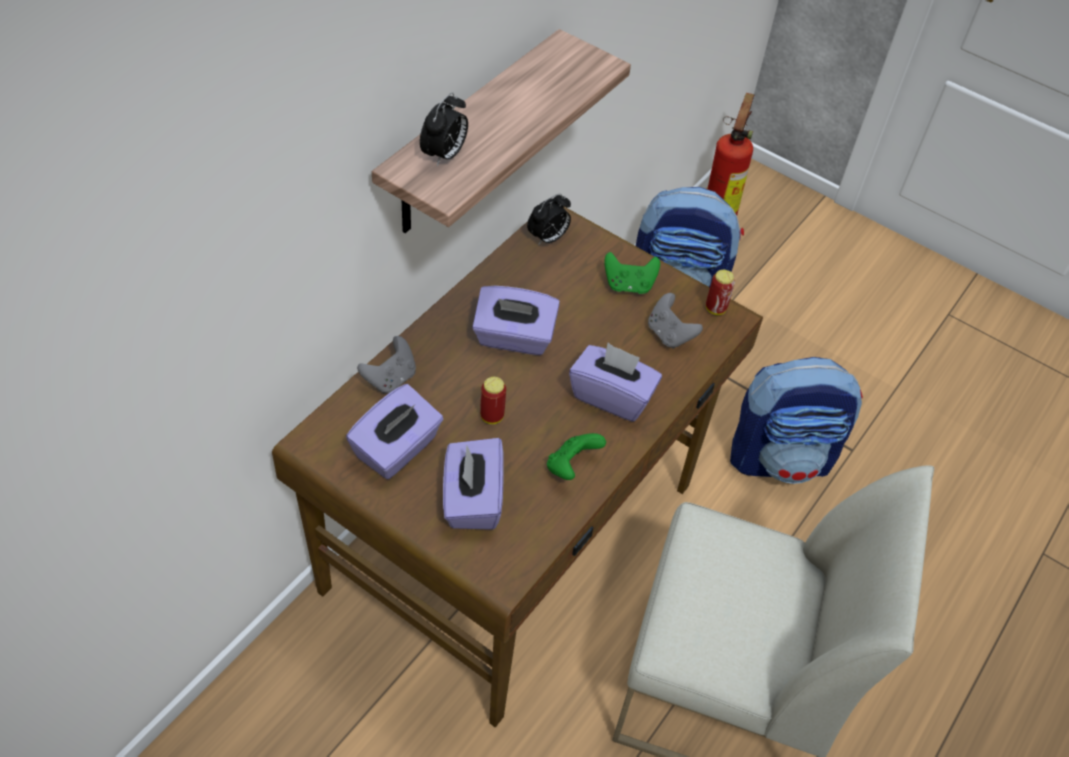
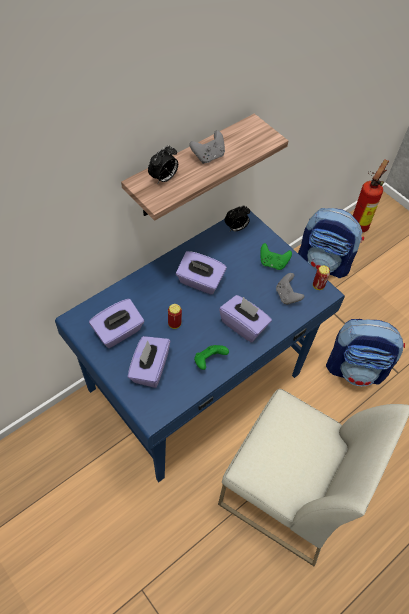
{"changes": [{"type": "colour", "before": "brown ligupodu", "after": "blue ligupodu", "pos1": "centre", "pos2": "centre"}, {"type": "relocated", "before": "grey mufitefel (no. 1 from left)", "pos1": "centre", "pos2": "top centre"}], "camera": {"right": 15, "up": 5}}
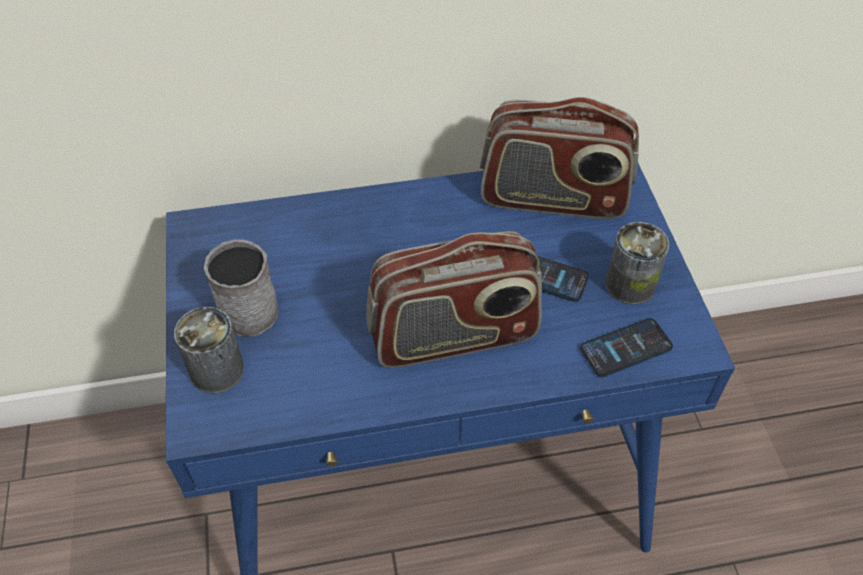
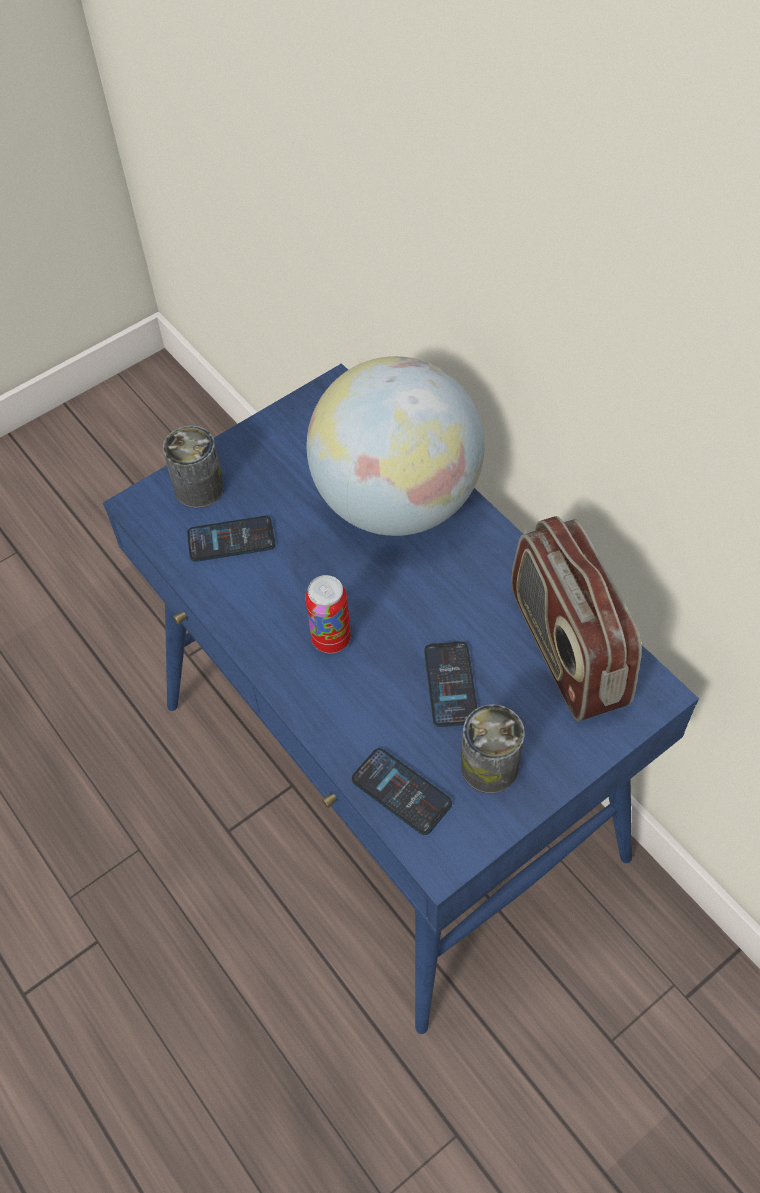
{"changes": [{"type": "appeared", "after": "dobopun (no. 1 from left)", "pos2": "middle left"}, {"type": "exchanged", "before": "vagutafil (no. 1 from left)", "after": "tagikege (no. 2 from left)", "pos1": "centre", "pos2": "centre"}, {"type": "appeared", "after": "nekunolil", "pos2": "centre"}, {"type": "missing", "before": "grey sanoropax", "pos1": "middle left"}], "camera": {"right": 65, "up": 5}}
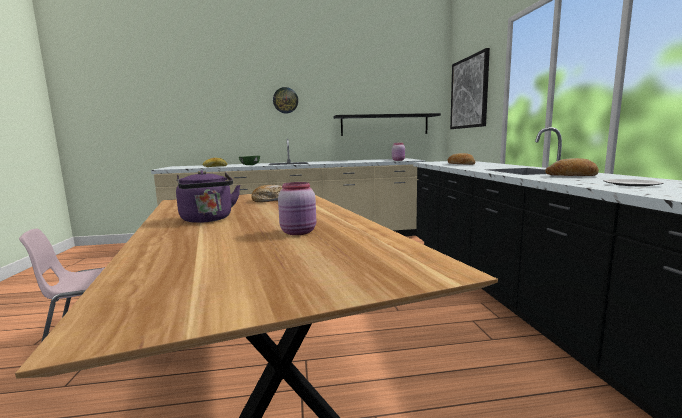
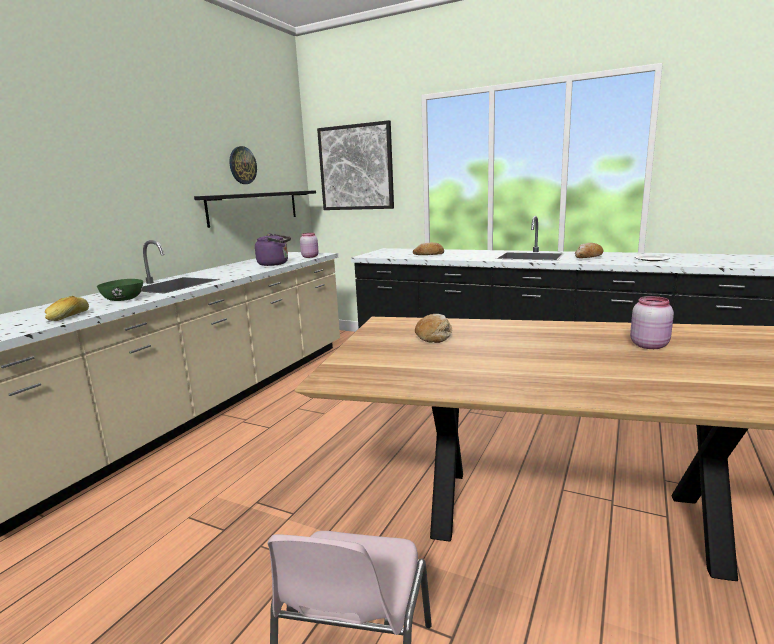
{"changes": [{"type": "relocated", "before": "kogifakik", "pos1": "top centre", "pos2": "top left"}, {"type": "relocated", "before": "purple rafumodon", "pos1": "middle left", "pos2": "centre"}], "camera": {"right": -55, "up": 5}}
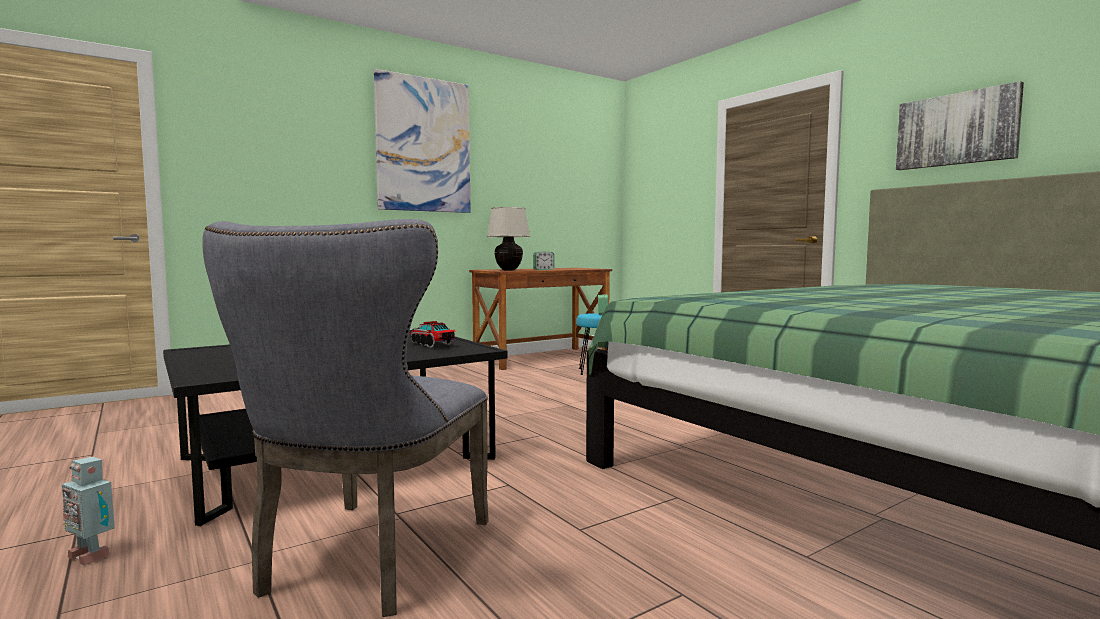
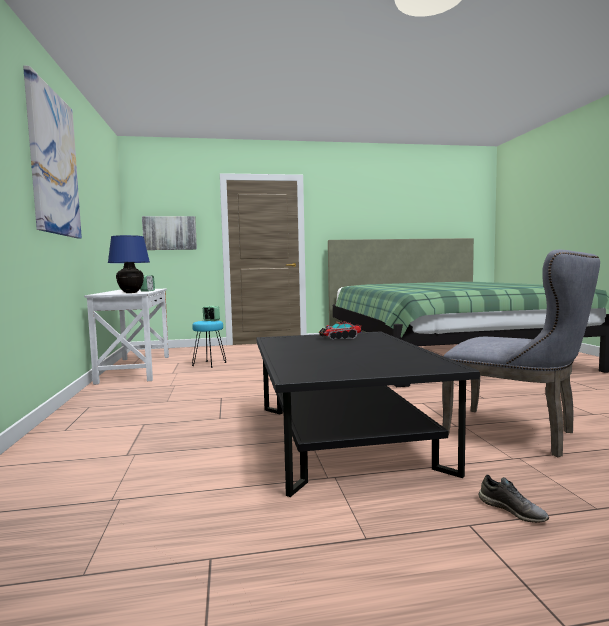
{"changes": [{"type": "colour", "before": "brown ligupodu", "after": "white ligupodu", "pos1": "centre", "pos2": "middle left"}, {"type": "colour", "before": "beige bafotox", "after": "blue bafotox", "pos1": "centre", "pos2": "middle left"}, {"type": "relocated", "before": "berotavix (no. 2 from left)", "pos1": "top right", "pos2": "middle left"}, {"type": "exchanged", "before": "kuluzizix", "after": "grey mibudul", "pos1": "bottom left", "pos2": "bottom right"}], "camera": {"right": -65, "up": 0}}
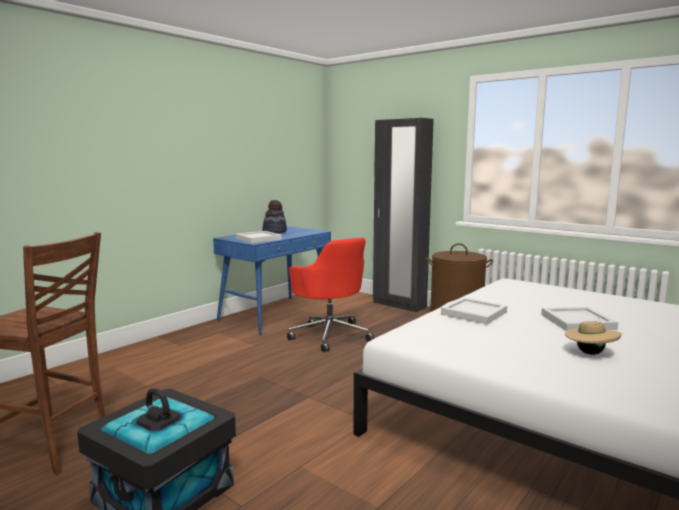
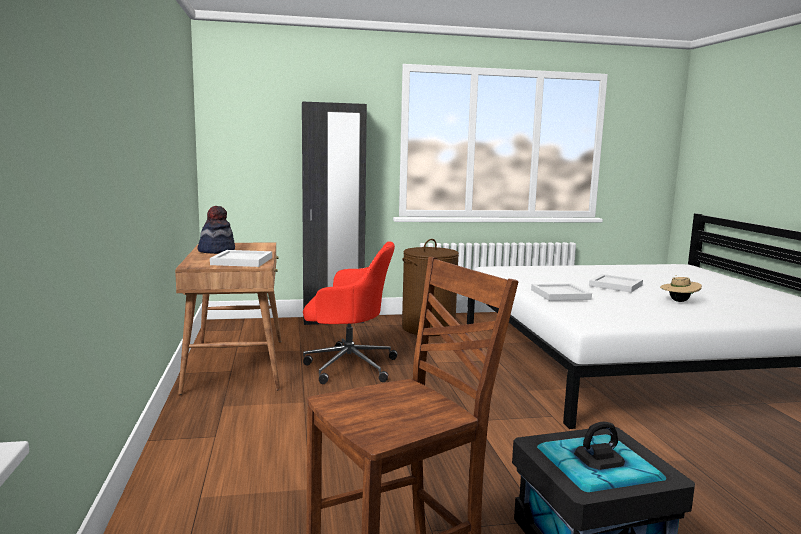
{"changes": [{"type": "colour", "before": "blue ligupodu", "after": "brown ligupodu", "pos1": "centre", "pos2": "middle left"}], "camera": {"right": -50, "up": 0}}
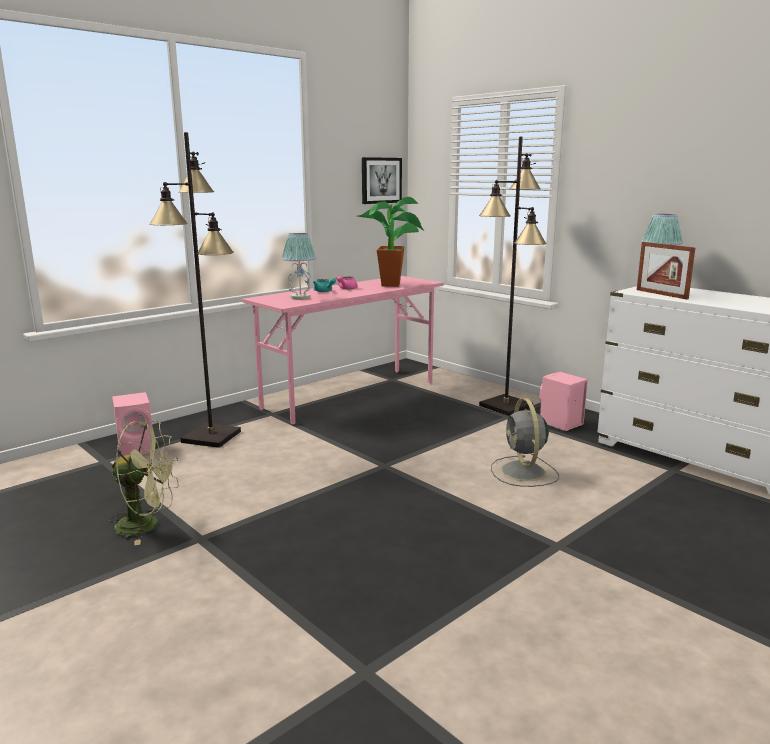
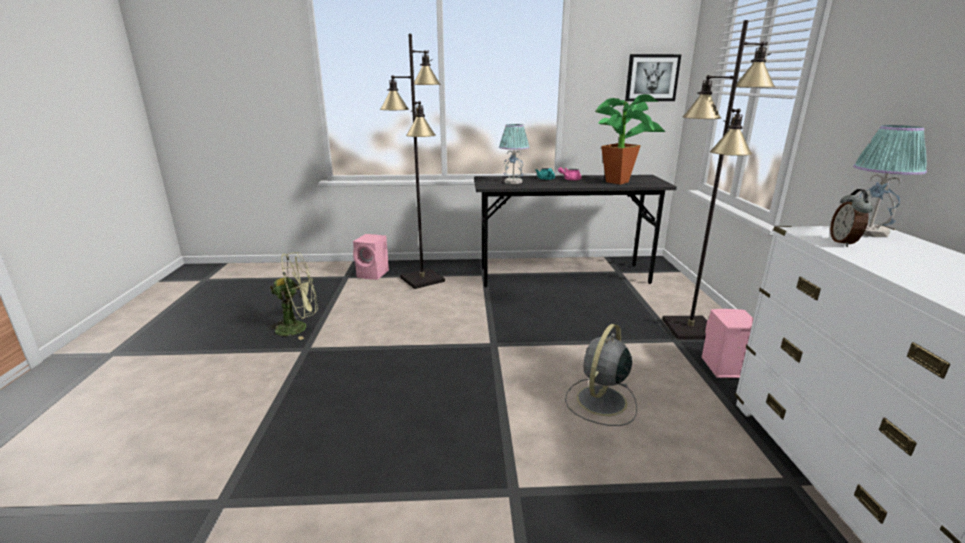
{"changes": [{"type": "spun", "before": "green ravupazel", "pos1": "middle left", "pos2": "middle left", "turn": -60}, {"type": "colour", "before": "pink ligupodu", "after": "grey ligupodu", "pos1": "centre", "pos2": "centre"}, {"type": "exchanged", "before": "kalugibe", "after": "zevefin", "pos1": "middle right", "pos2": "middle right"}], "camera": {"right": 40, "up": 5}}
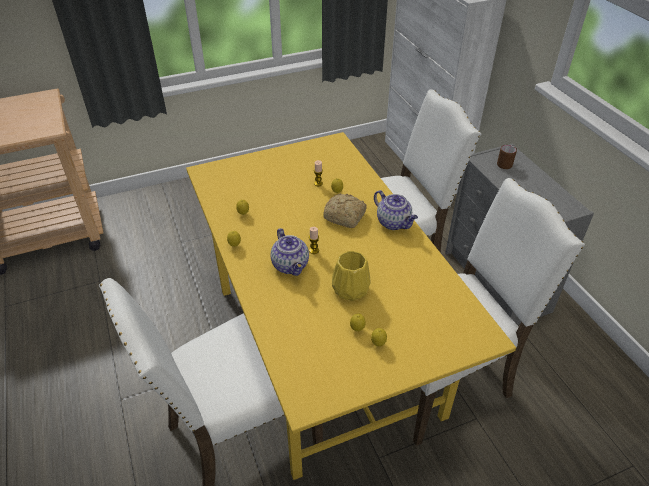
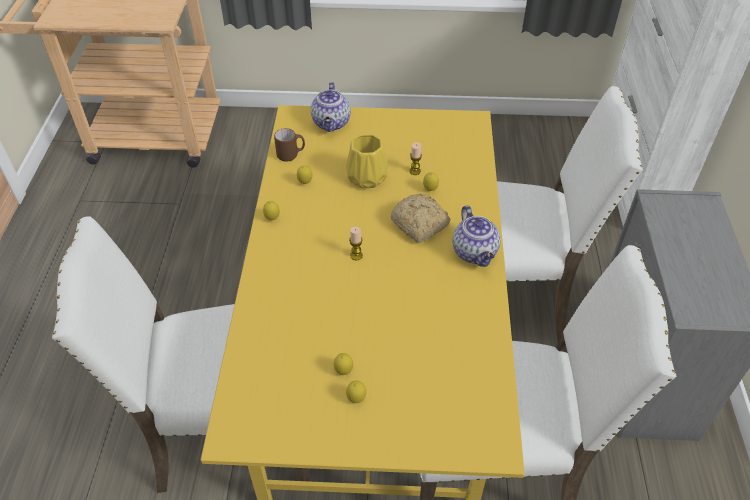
{"changes": [{"type": "relocated", "before": "brown sanoropax", "pos1": "top right", "pos2": "top centre"}, {"type": "relocated", "before": "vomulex (no. 1 from left)", "pos1": "centre", "pos2": "top centre"}, {"type": "relocated", "before": "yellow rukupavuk", "pos1": "centre", "pos2": "top centre"}], "camera": {"right": 25, "up": 5}}
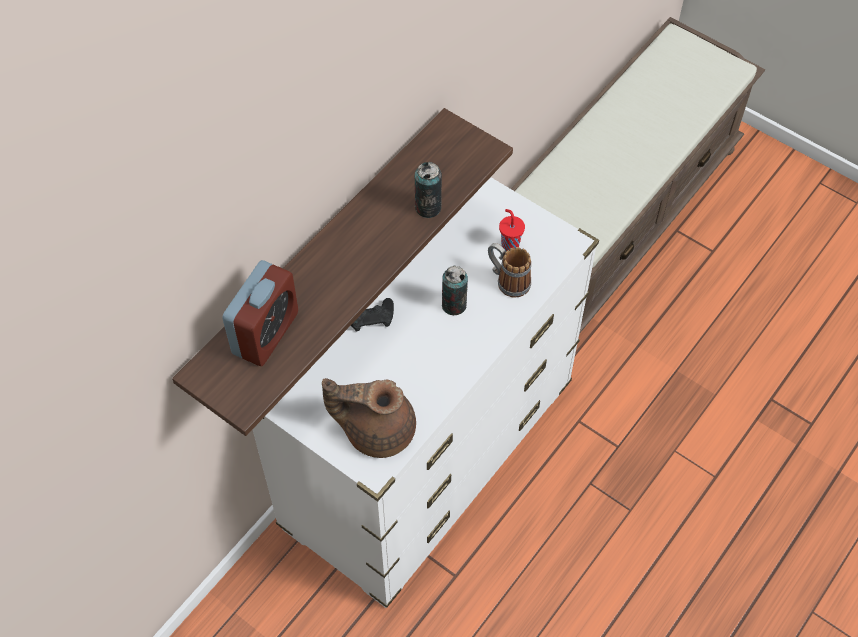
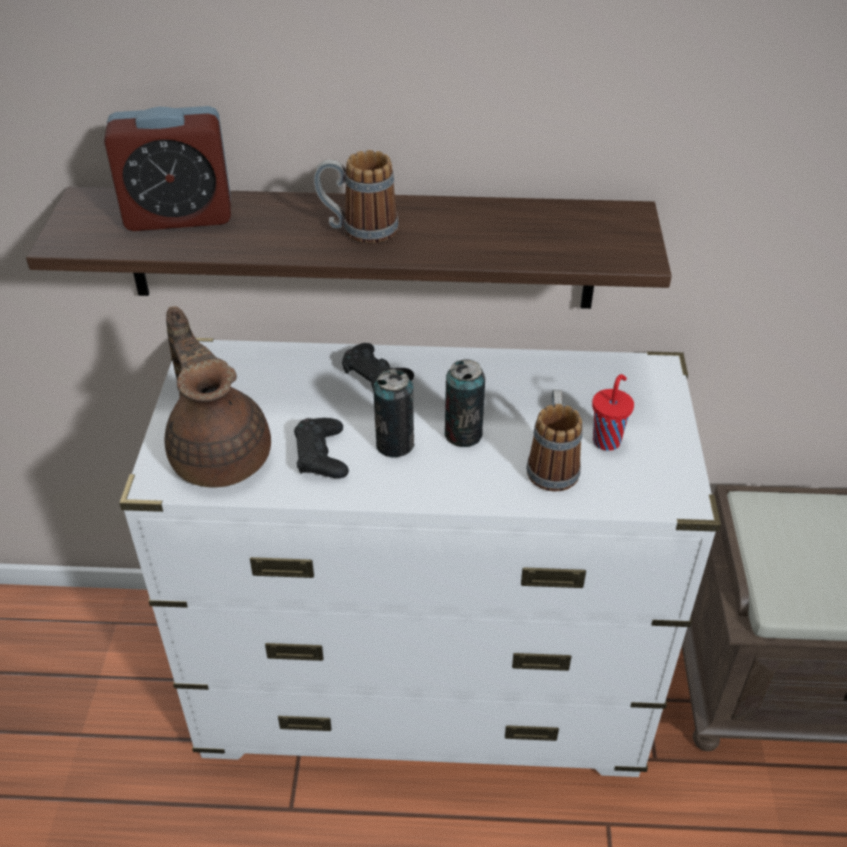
{"changes": [{"type": "appeared", "after": "black mufitefel (no. 1 from left)", "pos2": "centre"}, {"type": "appeared", "after": "sanoropax (no. 1 from left)", "pos2": "top centre"}, {"type": "relocated", "before": "tagikege (no. 1 from left)", "pos1": "top centre", "pos2": "centre"}], "camera": {"right": 55, "up": -15}}
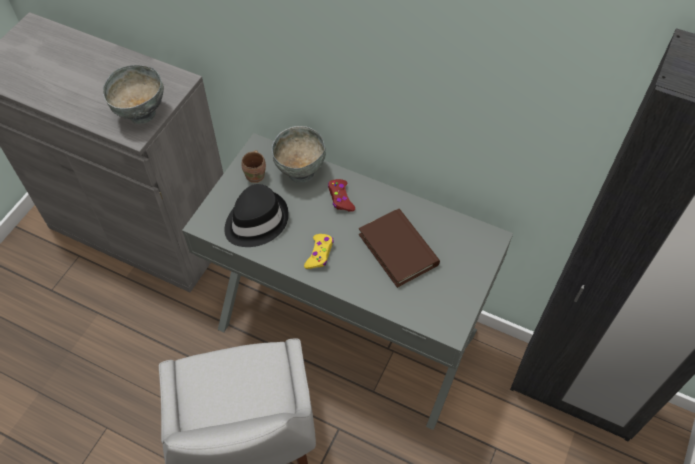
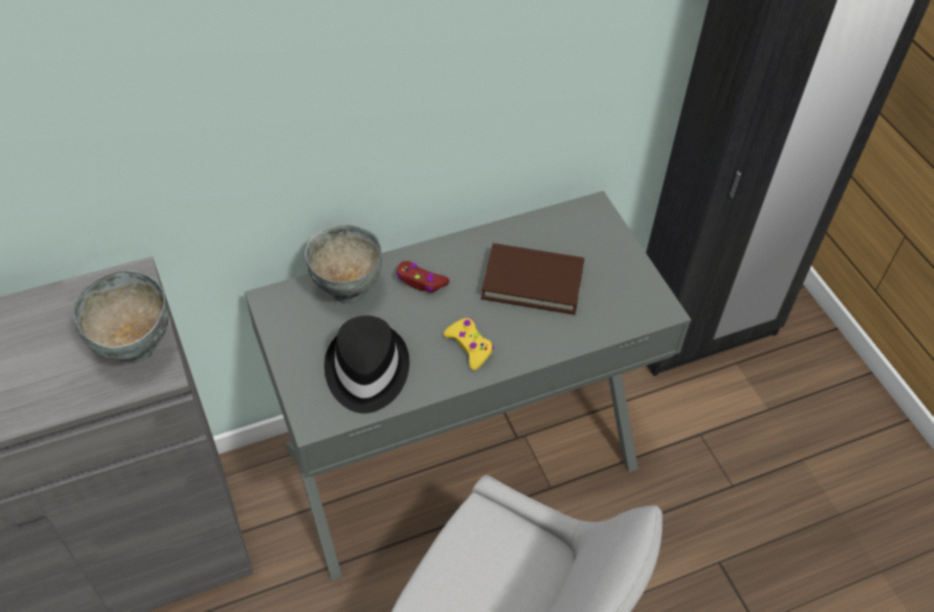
{"changes": [{"type": "missing", "before": "brown sanoropax", "pos1": "centre"}], "camera": {"right": -50, "up": -5}}
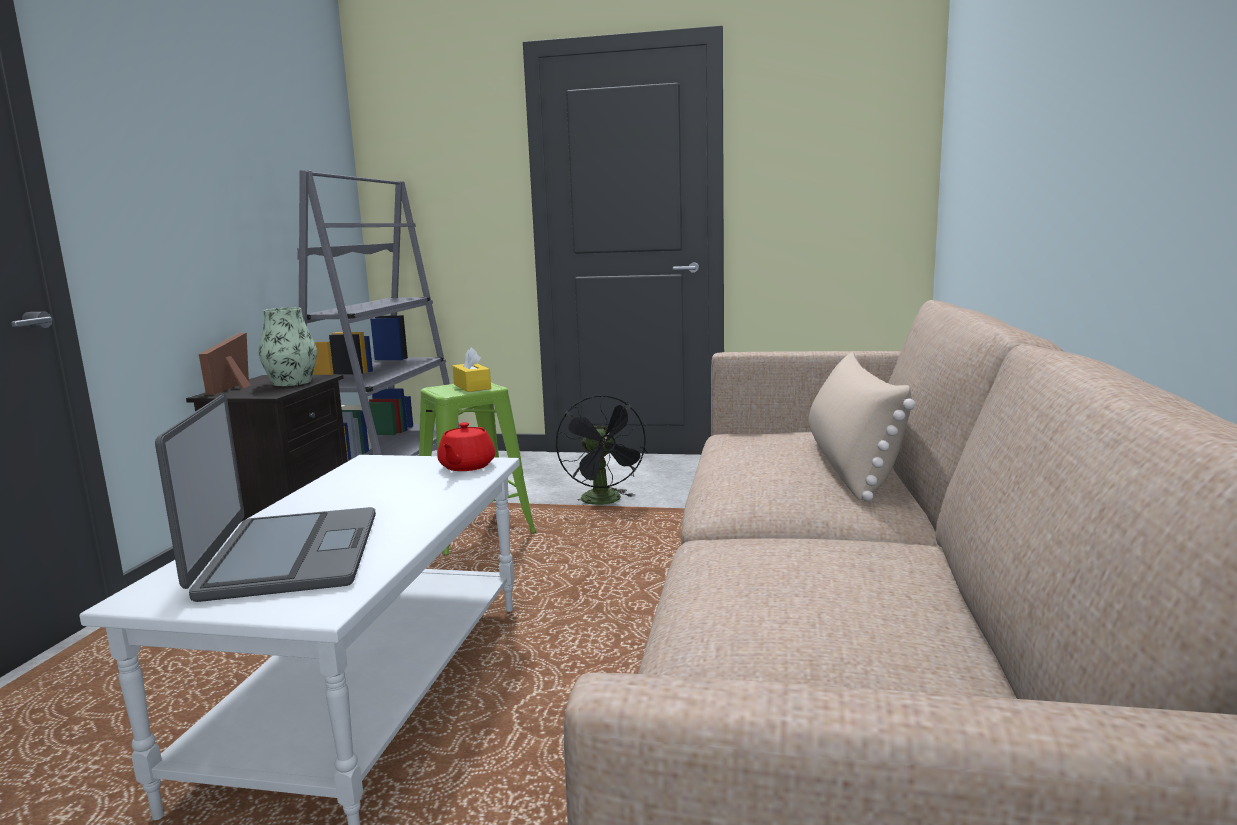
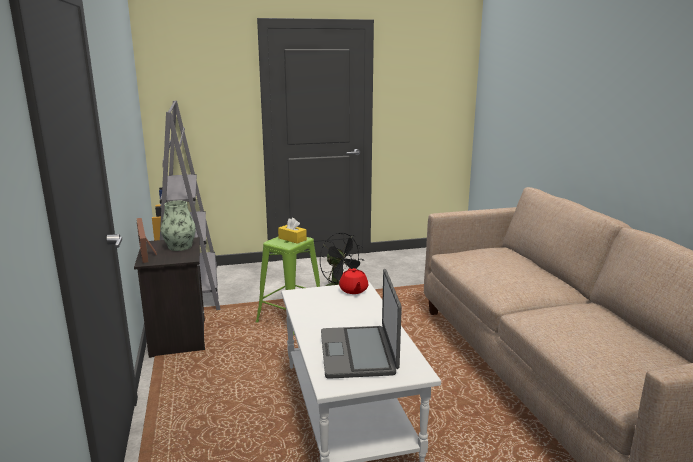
{"changes": [{"type": "spun", "before": "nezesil", "pos1": "middle left", "pos2": "bottom centre", "turn": -150}, {"type": "missing", "before": "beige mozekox", "pos1": "middle right"}], "camera": {"right": -25, "up": 5}}
